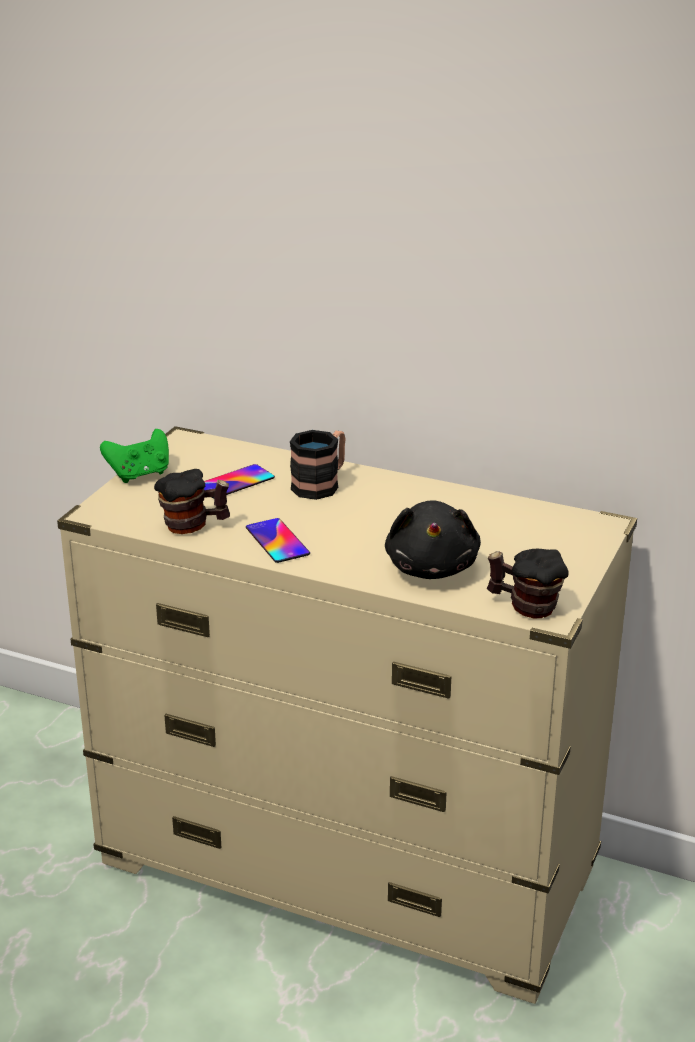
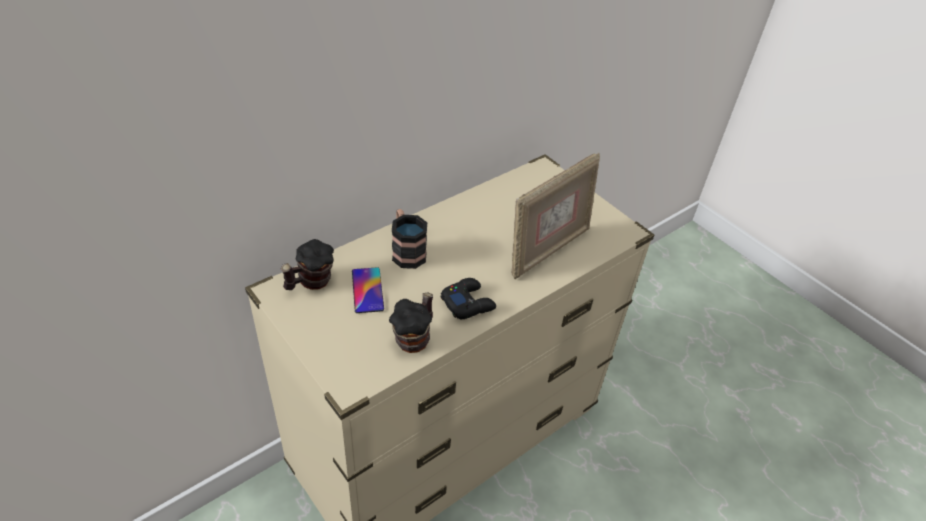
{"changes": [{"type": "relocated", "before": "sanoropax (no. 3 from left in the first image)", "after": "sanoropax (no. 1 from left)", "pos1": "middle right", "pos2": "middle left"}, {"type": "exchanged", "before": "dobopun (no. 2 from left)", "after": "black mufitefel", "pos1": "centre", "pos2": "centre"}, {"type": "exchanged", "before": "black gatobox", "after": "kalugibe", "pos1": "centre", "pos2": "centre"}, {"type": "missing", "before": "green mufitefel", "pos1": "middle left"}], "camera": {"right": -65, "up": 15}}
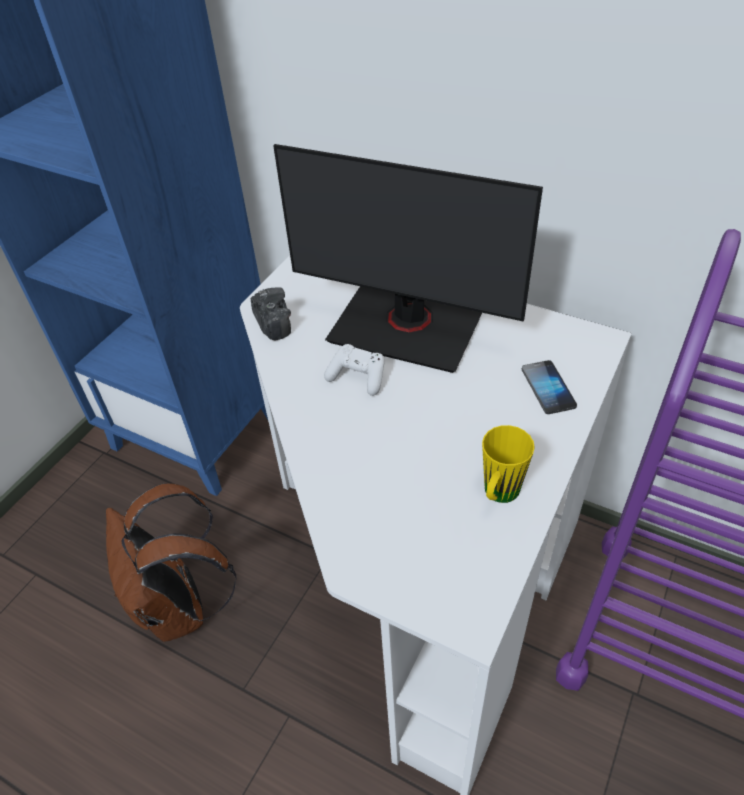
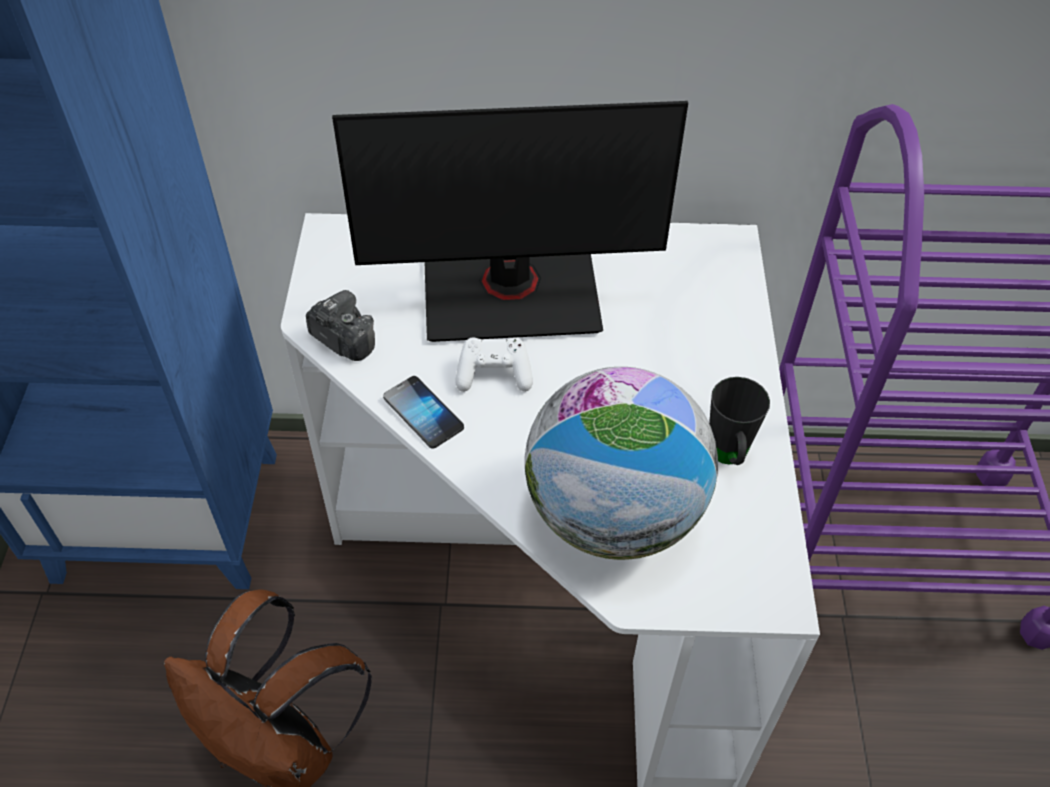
{"changes": [{"type": "relocated", "before": "dobopun", "pos1": "middle right", "pos2": "centre"}, {"type": "appeared", "after": "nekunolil", "pos2": "centre"}, {"type": "colour", "before": "yellow sanoropax", "after": "black sanoropax", "pos1": "middle right", "pos2": "middle right"}], "camera": {"right": -30, "up": 5}}
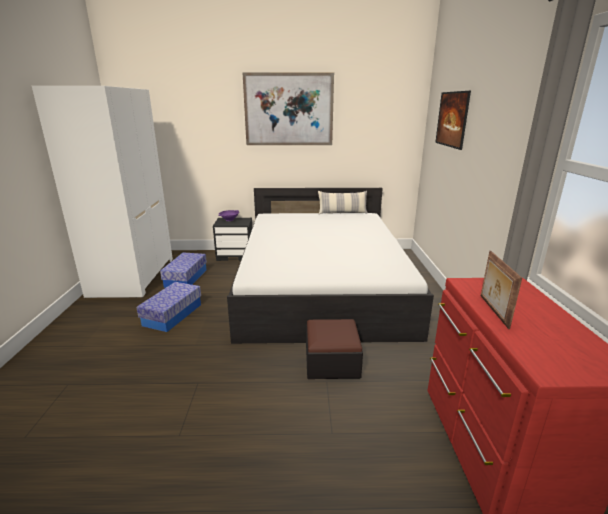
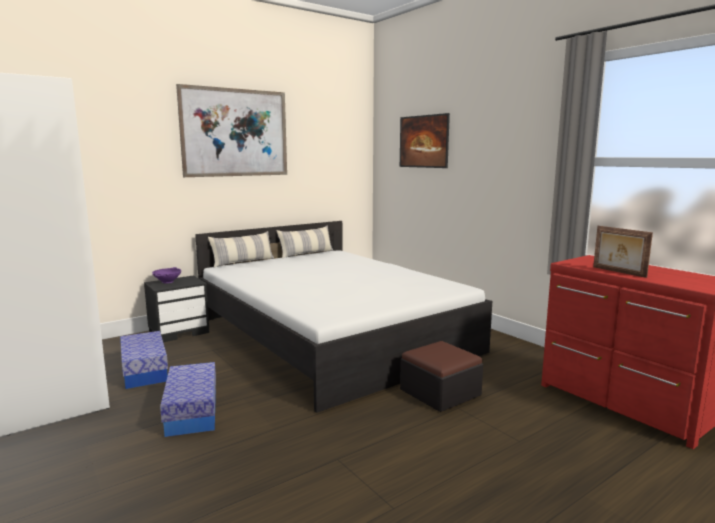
{"changes": [{"type": "appeared", "after": "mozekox (no. 1 from left)", "pos2": "centre"}], "camera": {"right": -35, "up": -10}}
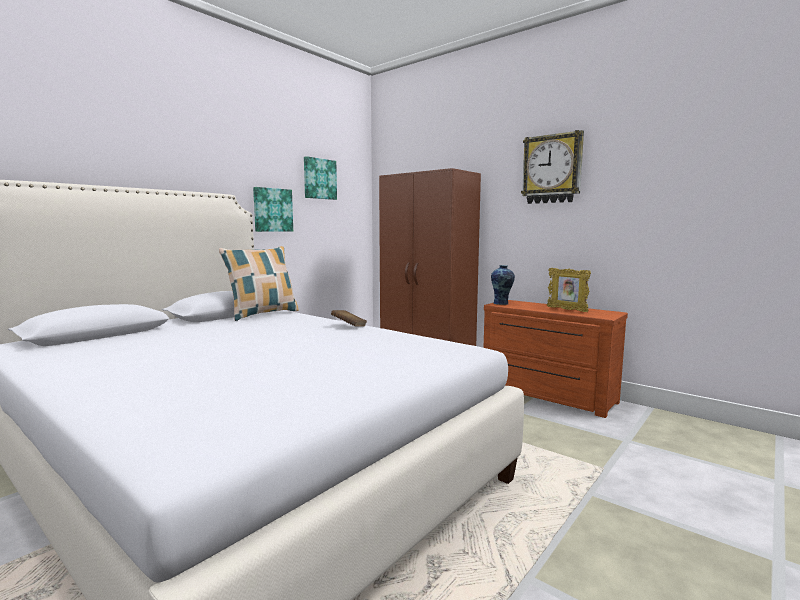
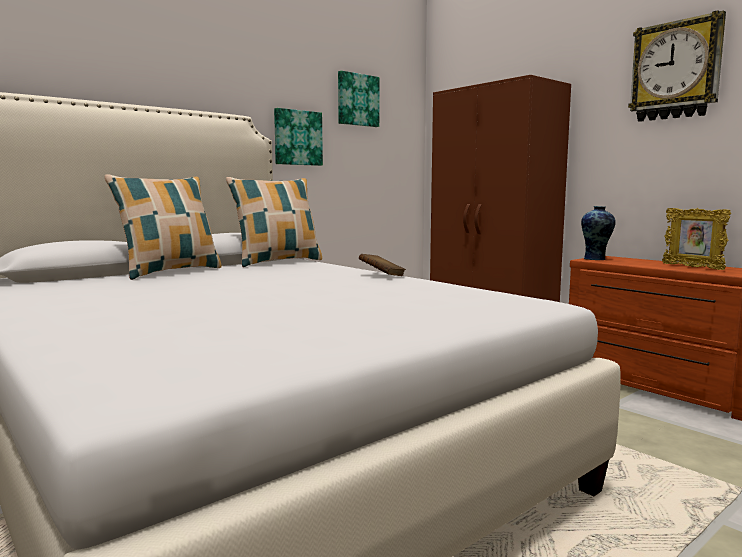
{"changes": [{"type": "appeared", "after": "mozekox (no. 1 from left)", "pos2": "middle left"}], "camera": {"right": 10, "up": 0}}
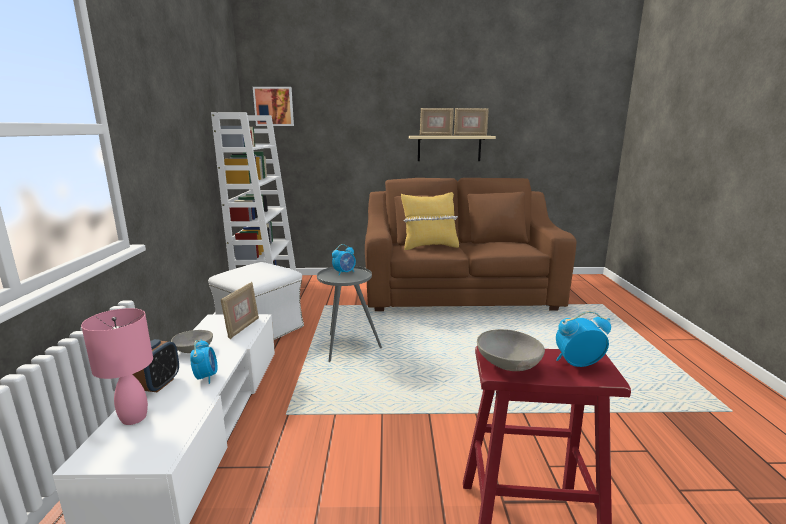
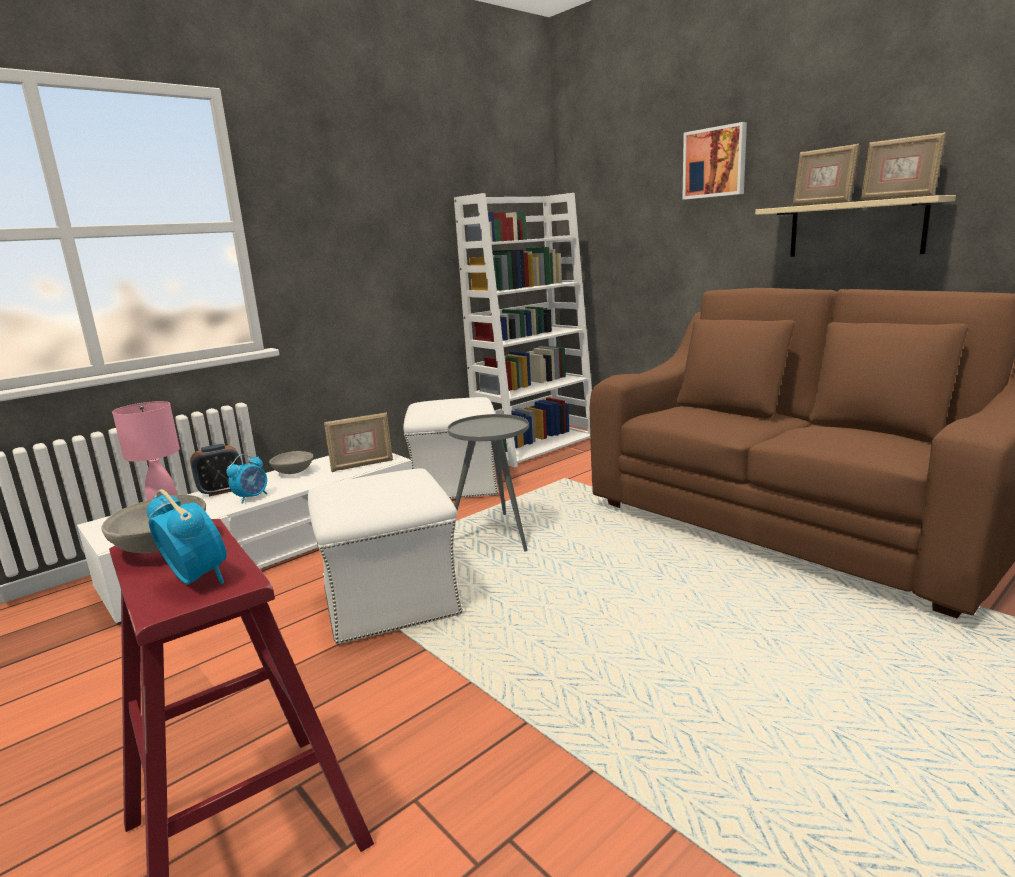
{"changes": [{"type": "appeared", "after": "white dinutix (no. 1 from left)", "pos2": "centre"}, {"type": "relocated", "before": "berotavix", "pos1": "top centre", "pos2": "top right"}, {"type": "missing", "before": "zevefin (no. 3 from left)", "pos1": "centre"}, {"type": "missing", "before": "yellow mozekox", "pos1": "centre"}], "camera": {"right": 50, "up": 0}}
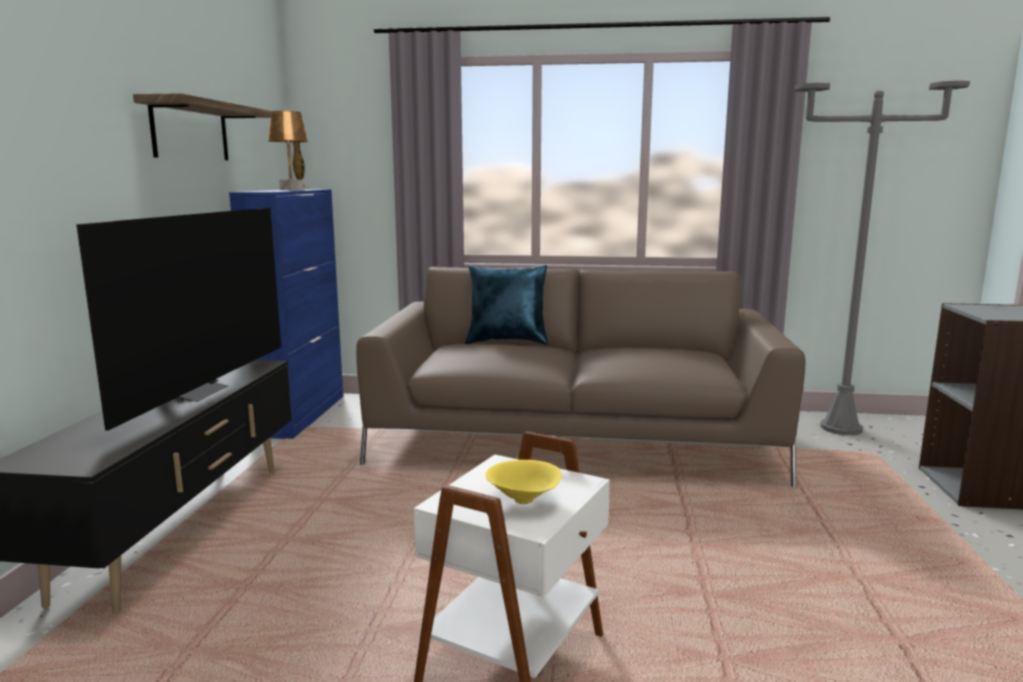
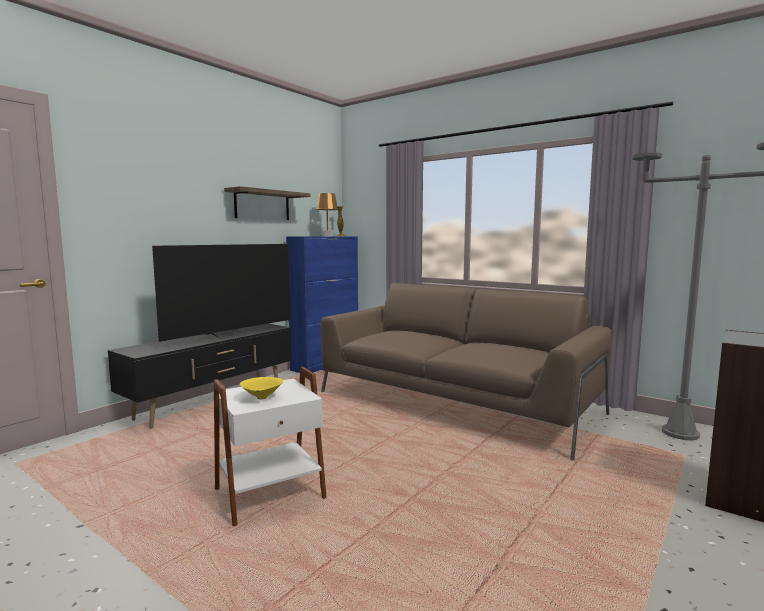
{"changes": [{"type": "missing", "before": "blue mozekox", "pos1": "centre"}], "camera": {"right": 30, "up": -5}}
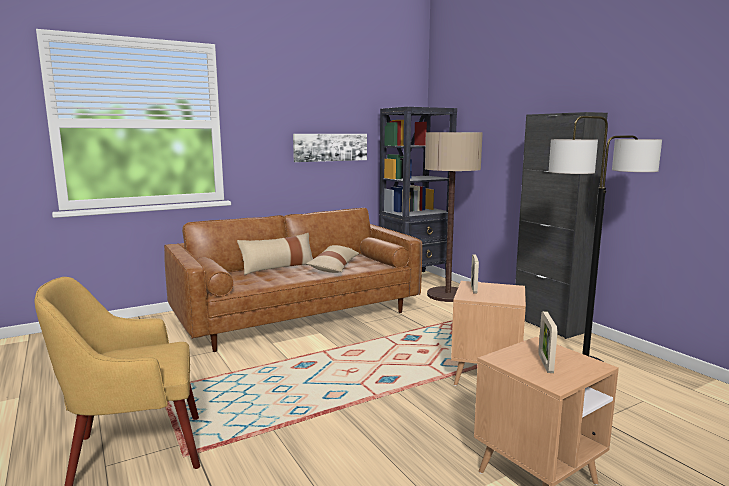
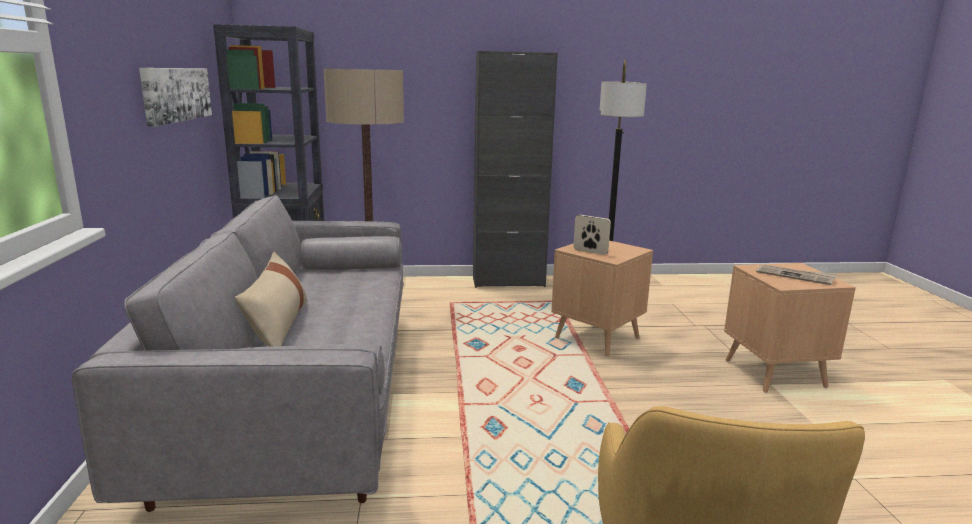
{"changes": [{"type": "colour", "before": "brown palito", "after": "grey palito", "pos1": "centre", "pos2": "bottom left"}, {"type": "exchanged", "before": "kalugibe (no. 2 from left)", "after": "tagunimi", "pos1": "bottom right", "pos2": "middle right"}, {"type": "missing", "before": "beige mozekox (no. 2 from left)", "pos1": "centre"}], "camera": {"right": -65, "up": 5}}
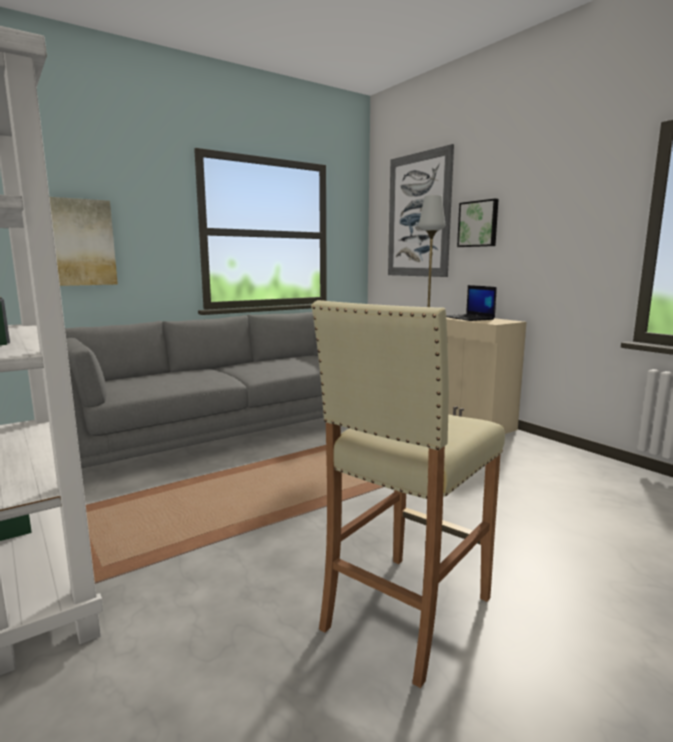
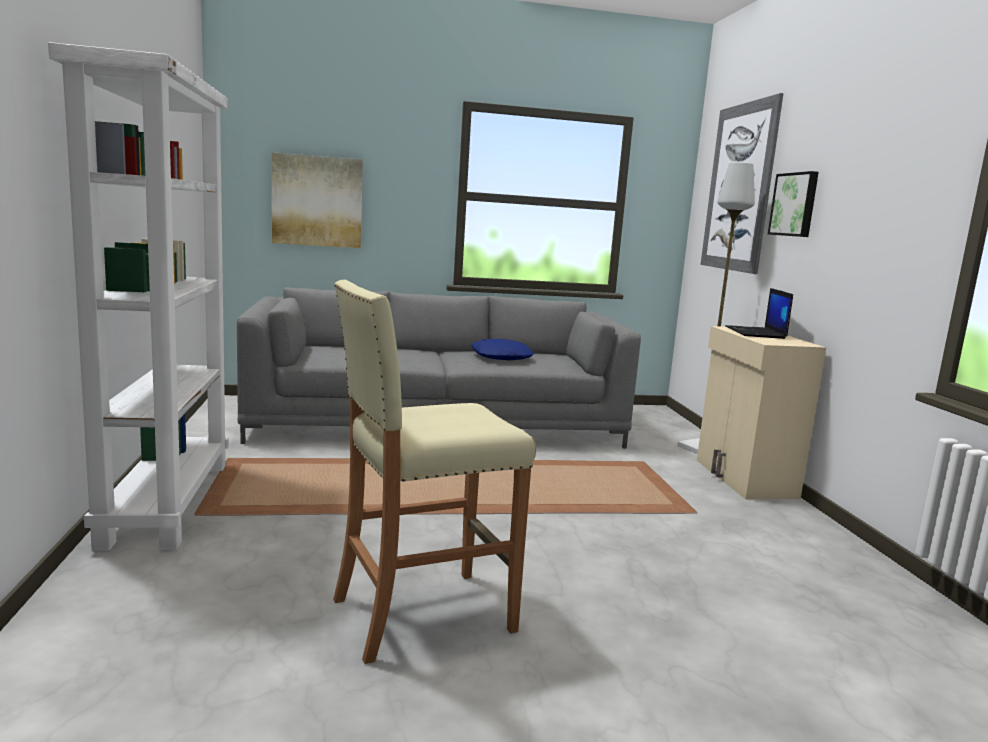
{"changes": [{"type": "appeared", "after": "blue mozekox", "pos2": "centre"}], "camera": {"right": 25, "up": 0}}
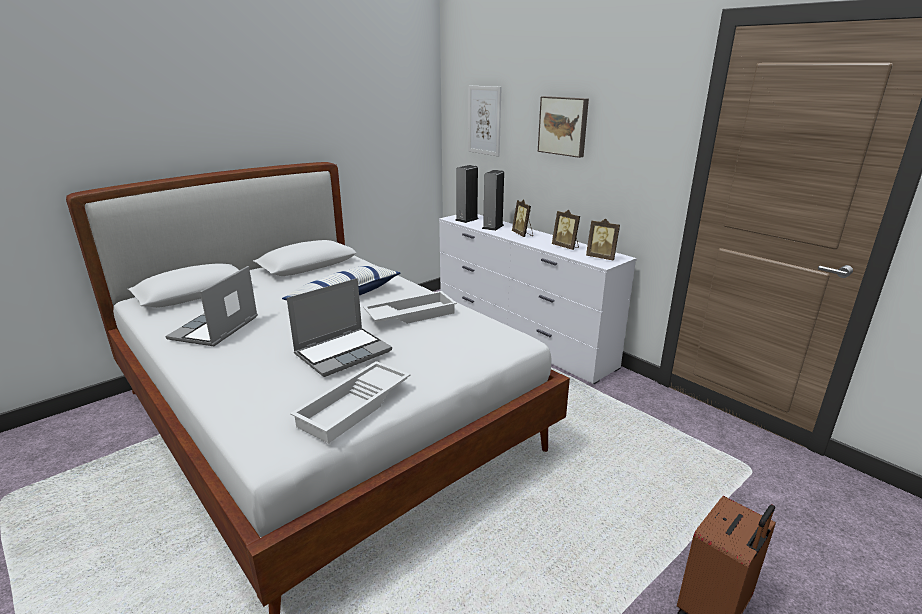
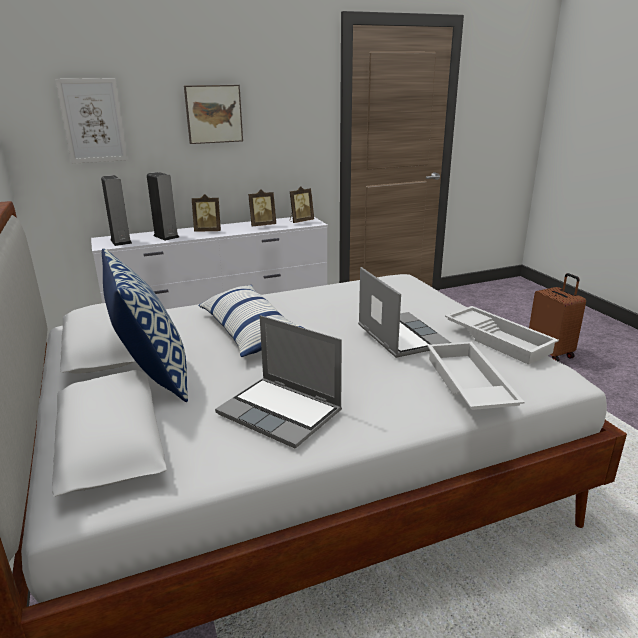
{"changes": [{"type": "appeared", "after": "mozekox (no. 1 from left)", "pos2": "middle left"}, {"type": "relocated", "before": "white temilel (no. 2 from left in the first image)", "after": "white temilel (no. 1 from left)", "pos1": "centre", "pos2": "middle right"}], "camera": {"right": -70, "up": 0}}
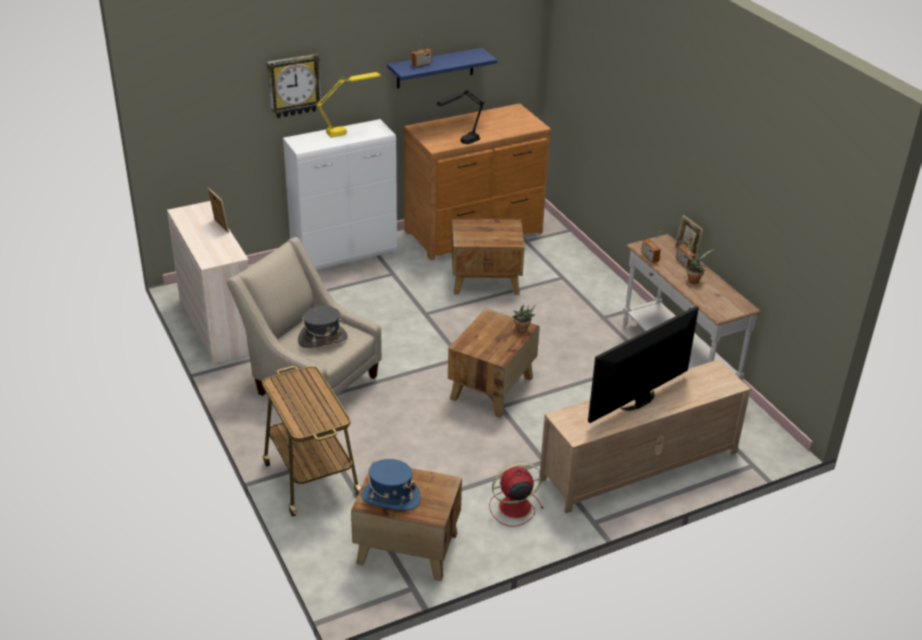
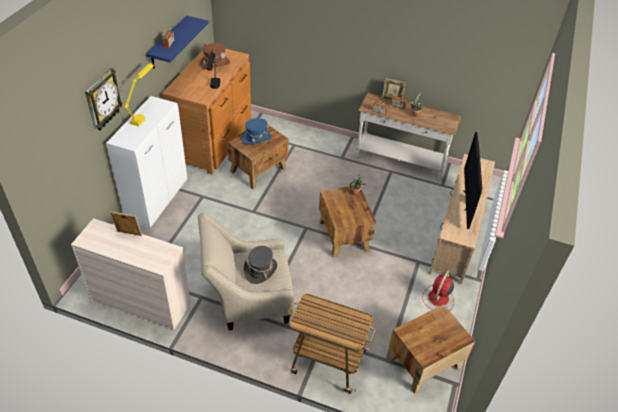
{"changes": [{"type": "appeared", "after": "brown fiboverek", "pos2": "top centre"}, {"type": "relocated", "before": "blue fiboverek", "pos1": "bottom centre", "pos2": "top centre"}], "camera": {"right": -45, "up": 10}}
